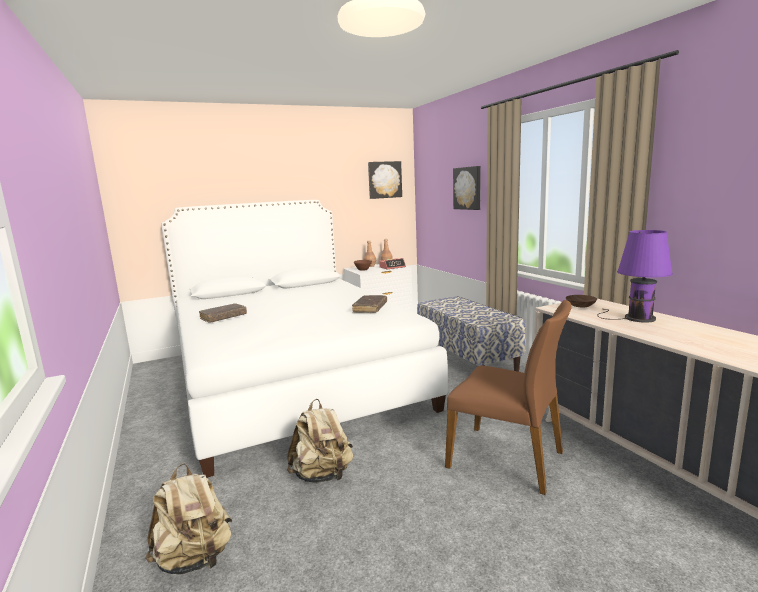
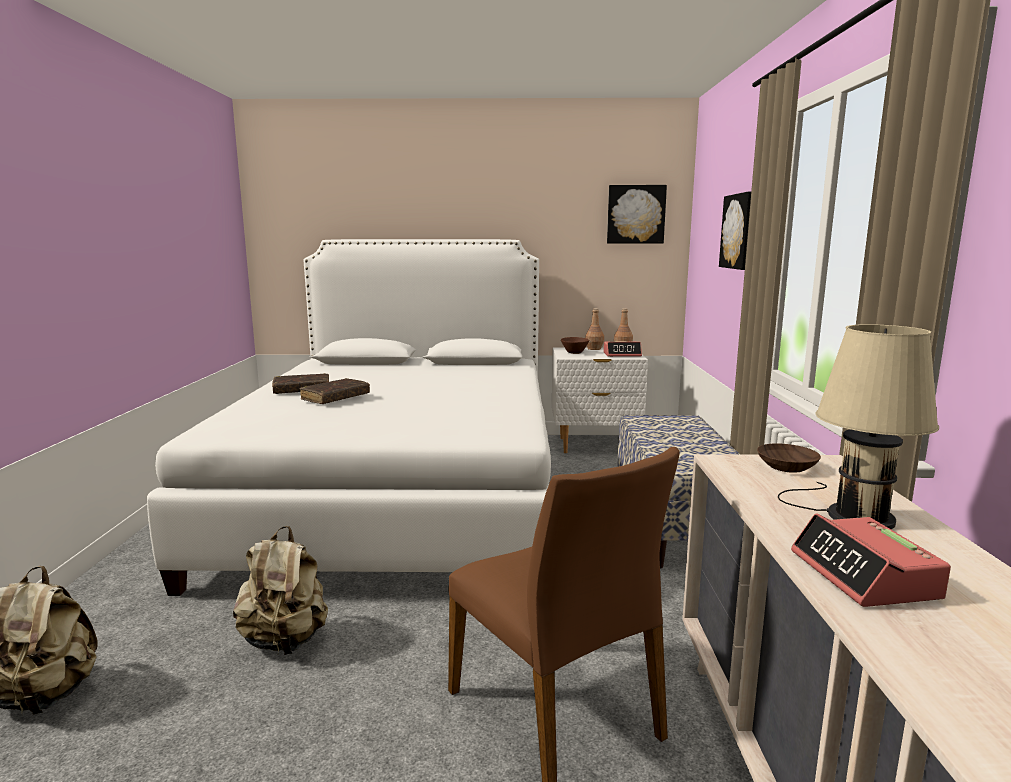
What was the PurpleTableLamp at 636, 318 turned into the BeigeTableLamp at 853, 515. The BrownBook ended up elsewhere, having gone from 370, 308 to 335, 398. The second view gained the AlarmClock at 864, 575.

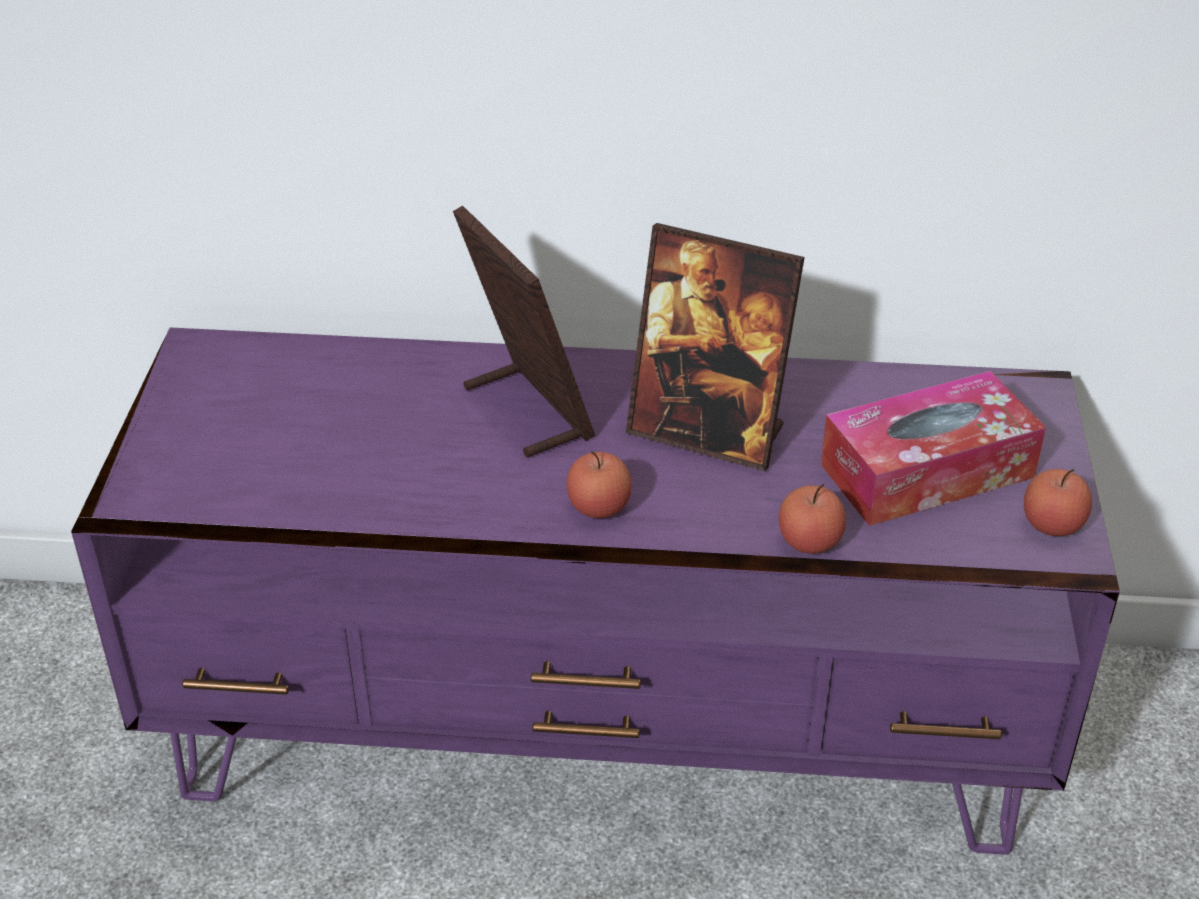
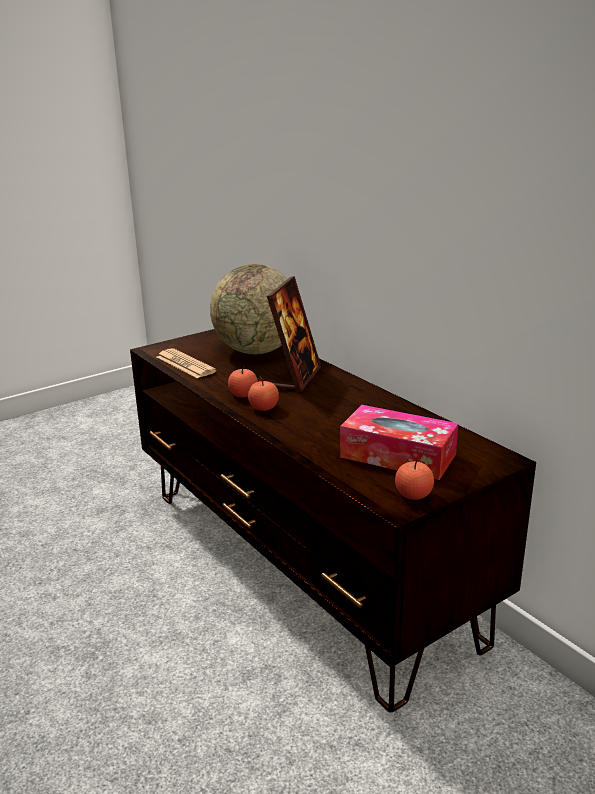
The second view lost the PictureFrame at 707, 432. What was the PurpleTvStand at 602, 733 turned into the BrownTvStand at 302, 563. The Apple ended up elsewhere, having gone from 809, 542 to 243, 395. The second view gained the Globe at 256, 351. The second view gained the Newspaper at 185, 364.

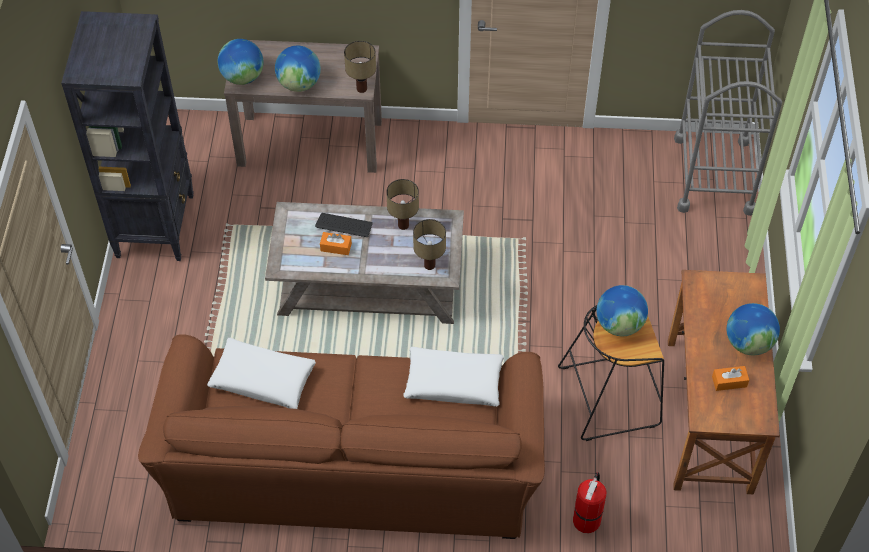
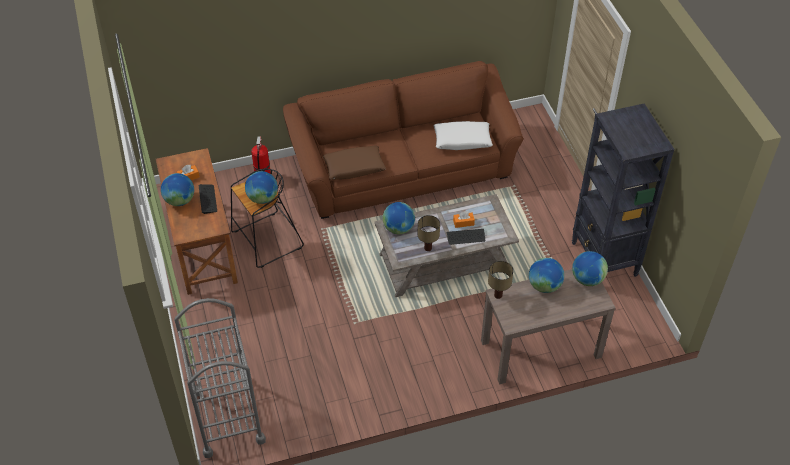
Where the TableLamp stood at 430, 265, the Globe came to stand at 398, 228. What was the WhitePillow at 454, 382 turned into the BrownPillow at 354, 167. The second view gained the Keyboard at 208, 199.

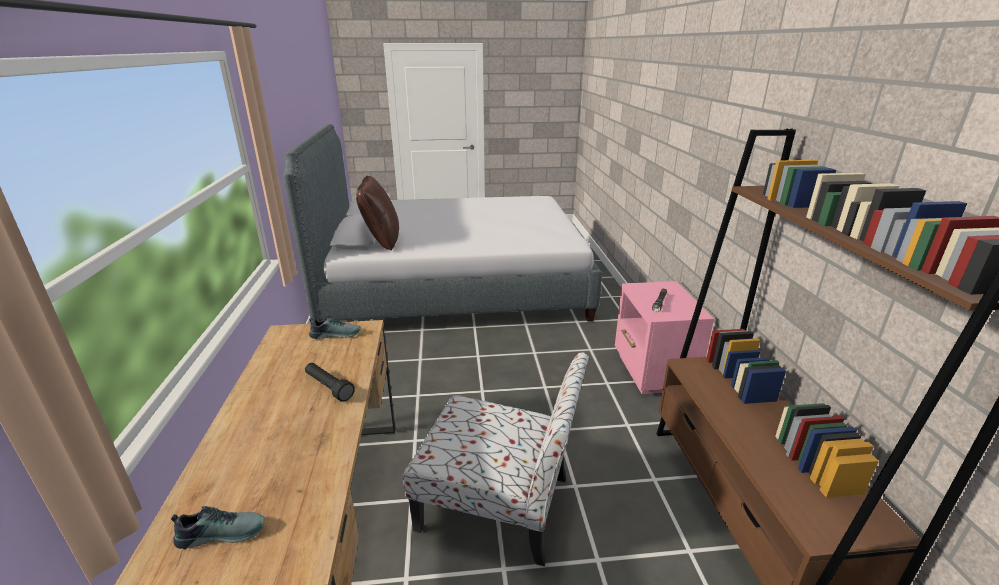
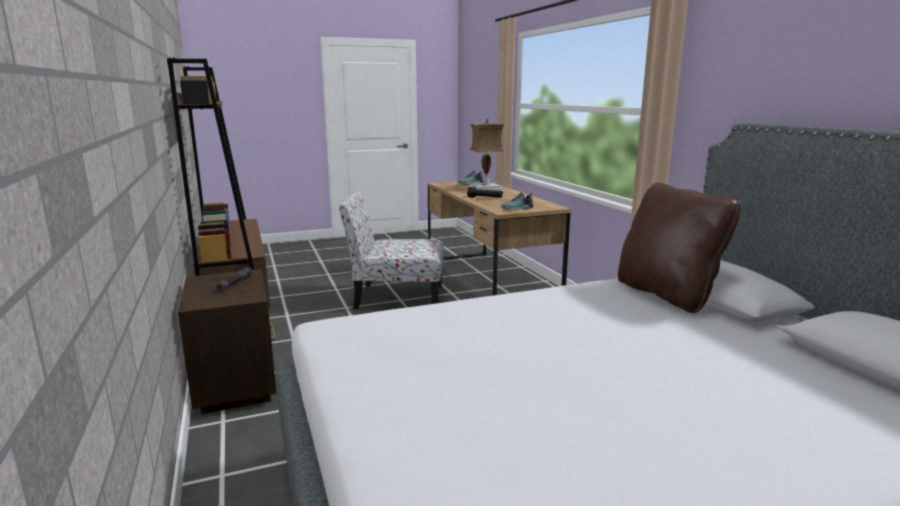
What was the PinkNightstand at 652, 373 turned into the BrownNightstand at 237, 385. The second view gained the TableLamp at 486, 189.

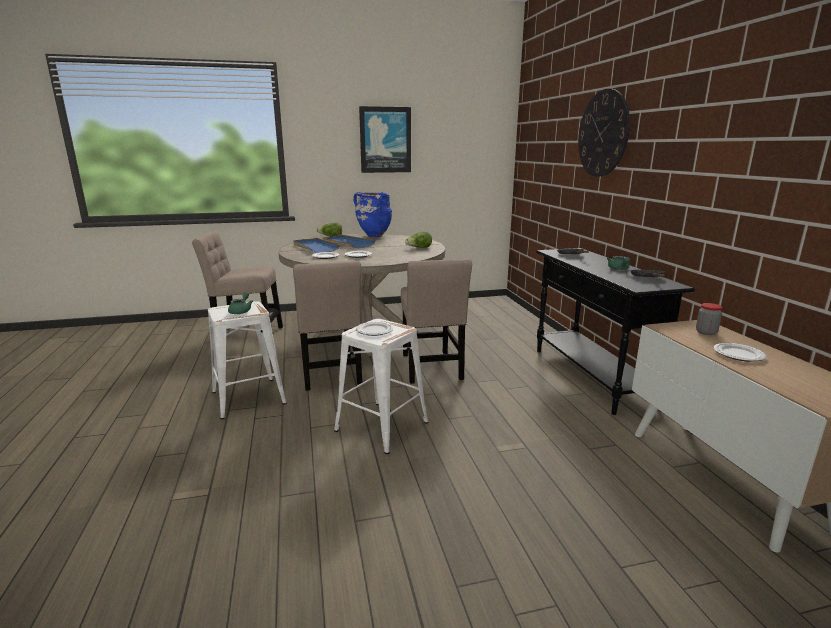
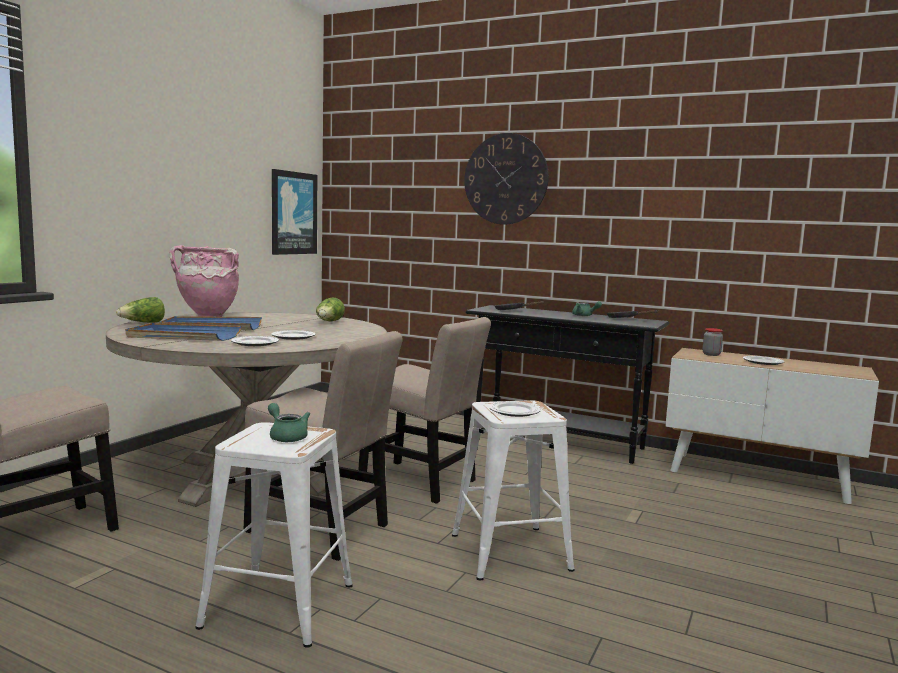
The Picture ended up elsewhere, having gone from 385, 140 to 293, 213. What was the BlueVase at 374, 236 turned into the PinkVase at 207, 316.

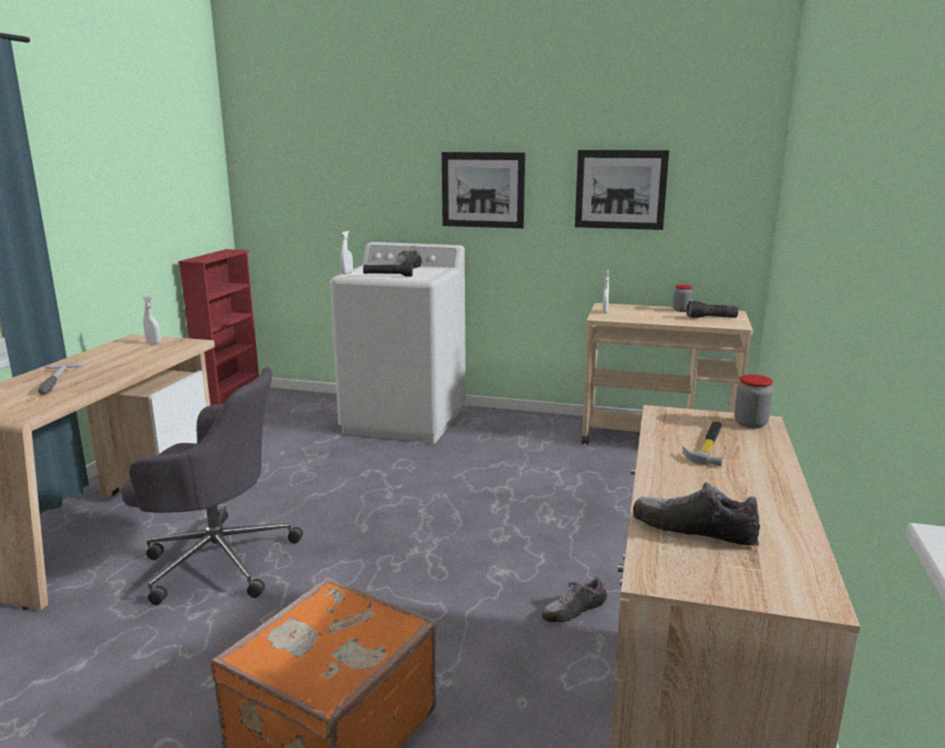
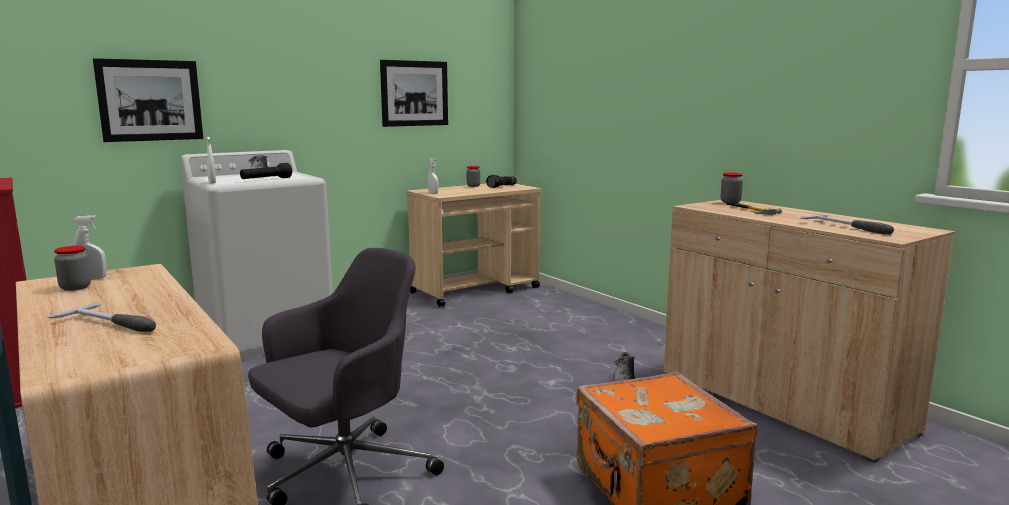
The Picture ended up elsewhere, having gone from 483, 190 to 150, 100. Where the Shoe stood at 693, 530, the Hammer came to stand at 849, 227. The second view gained the Jar at 75, 288.

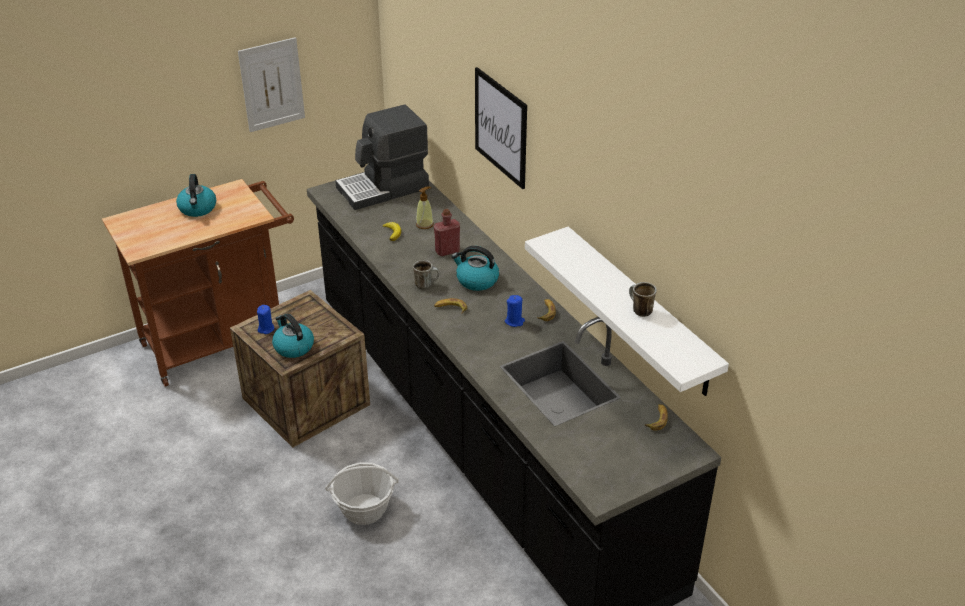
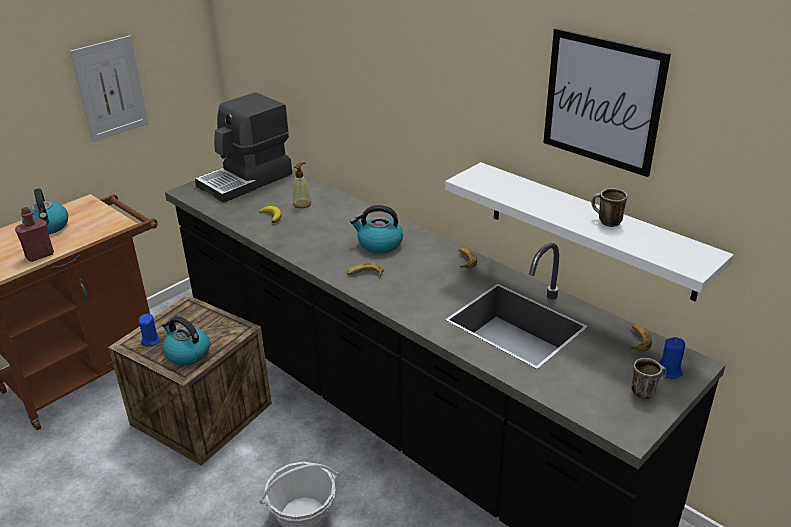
The Picture ended up elsewhere, having gone from 501, 127 to 602, 101. The RedBottle ended up elsewhere, having gone from 447, 251 to 40, 255. The Mug ended up elsewhere, having gone from 426, 284 to 645, 390. The BlueCandle ended up elsewhere, having gone from 514, 321 to 669, 371.

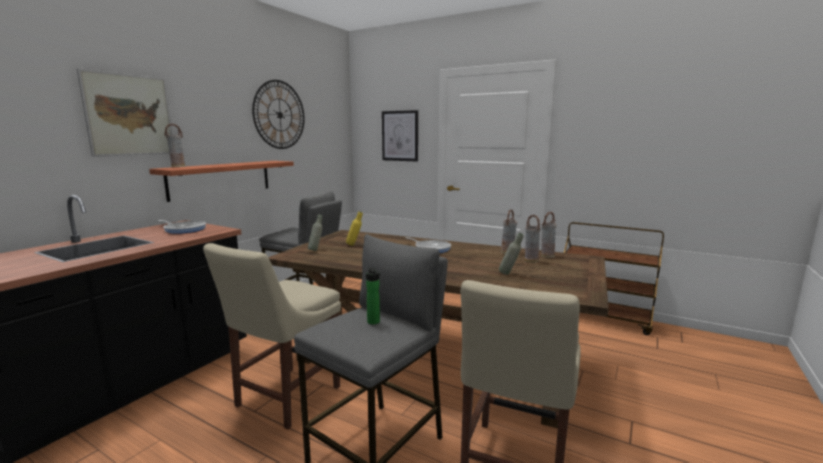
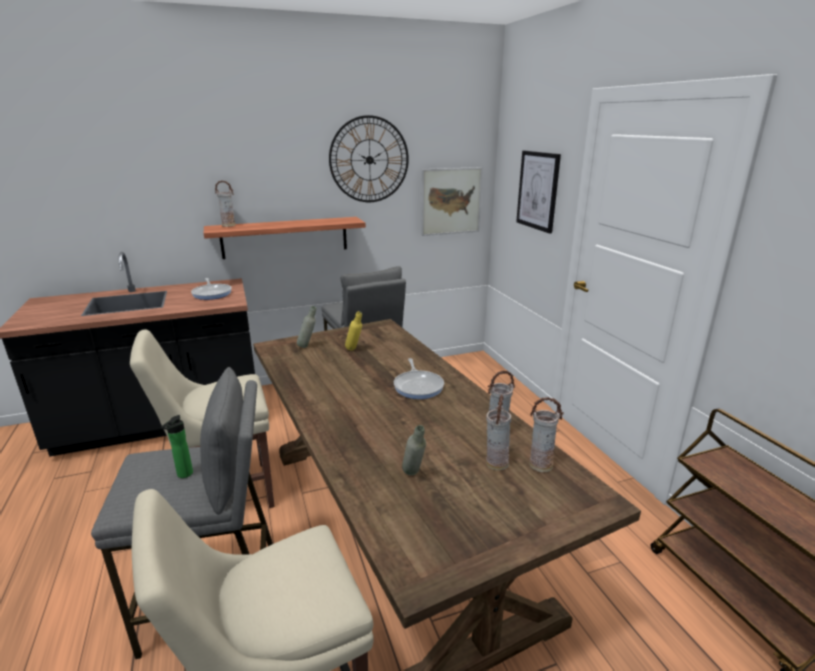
The Picture ended up elsewhere, having gone from 130, 115 to 451, 201.

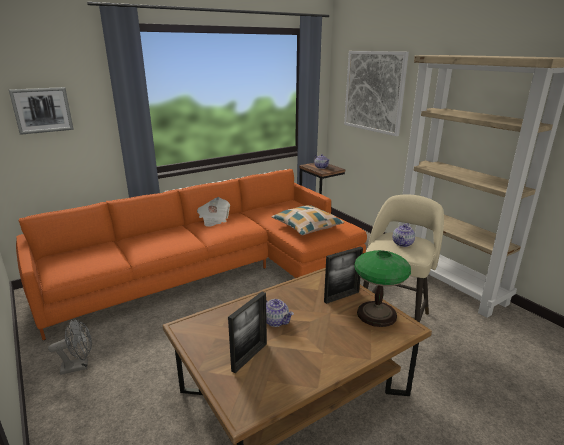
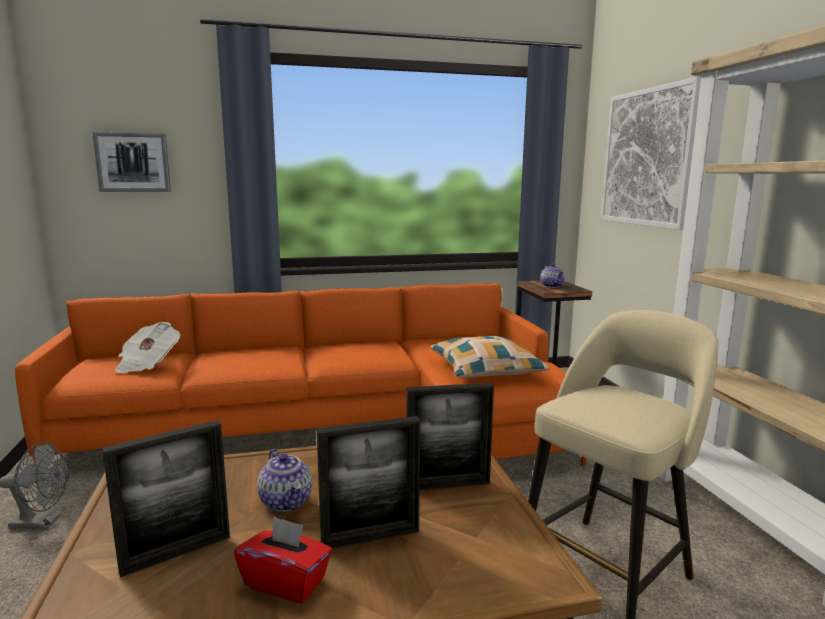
The Newspaper ended up elsewhere, having gone from 213, 219 to 147, 363. The second view lost the Teapot at 403, 244. The second view lost the TableLamp at 376, 314. The second view gained the PictureFrame at 370, 538. The second view gained the RedTissueBox at 286, 582.

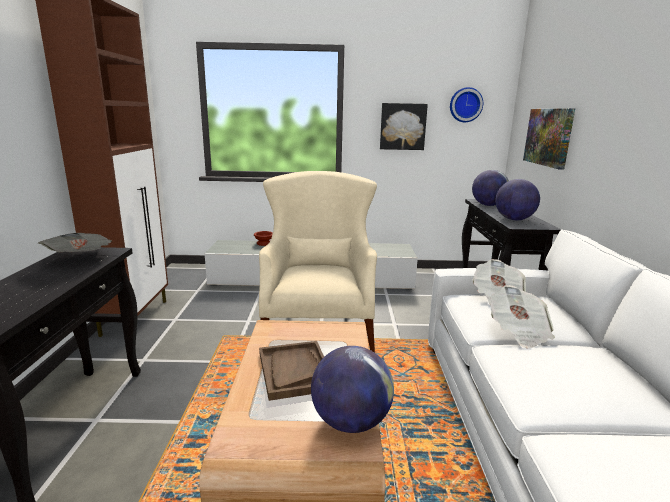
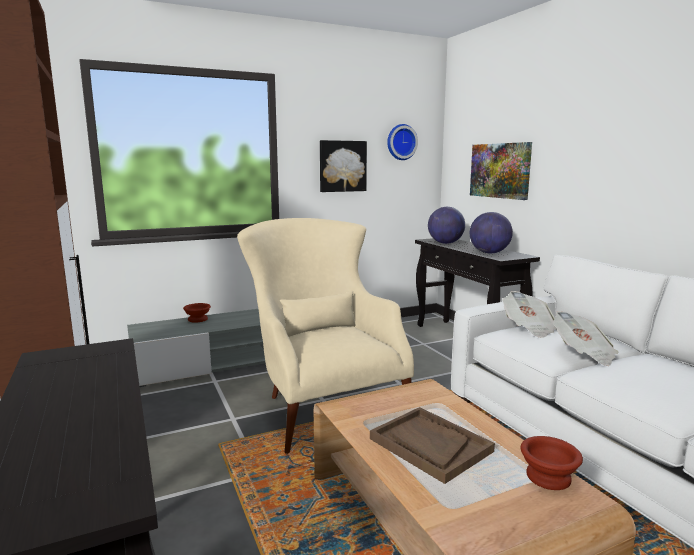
The second view lost the Newspaper at 81, 260. Where the Globe stood at 350, 422, the BrownBowl came to stand at 546, 477.

